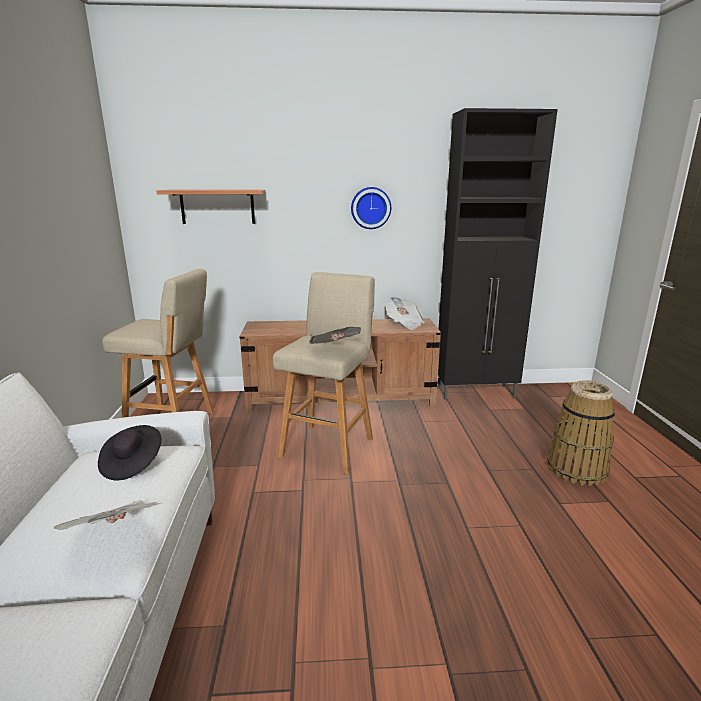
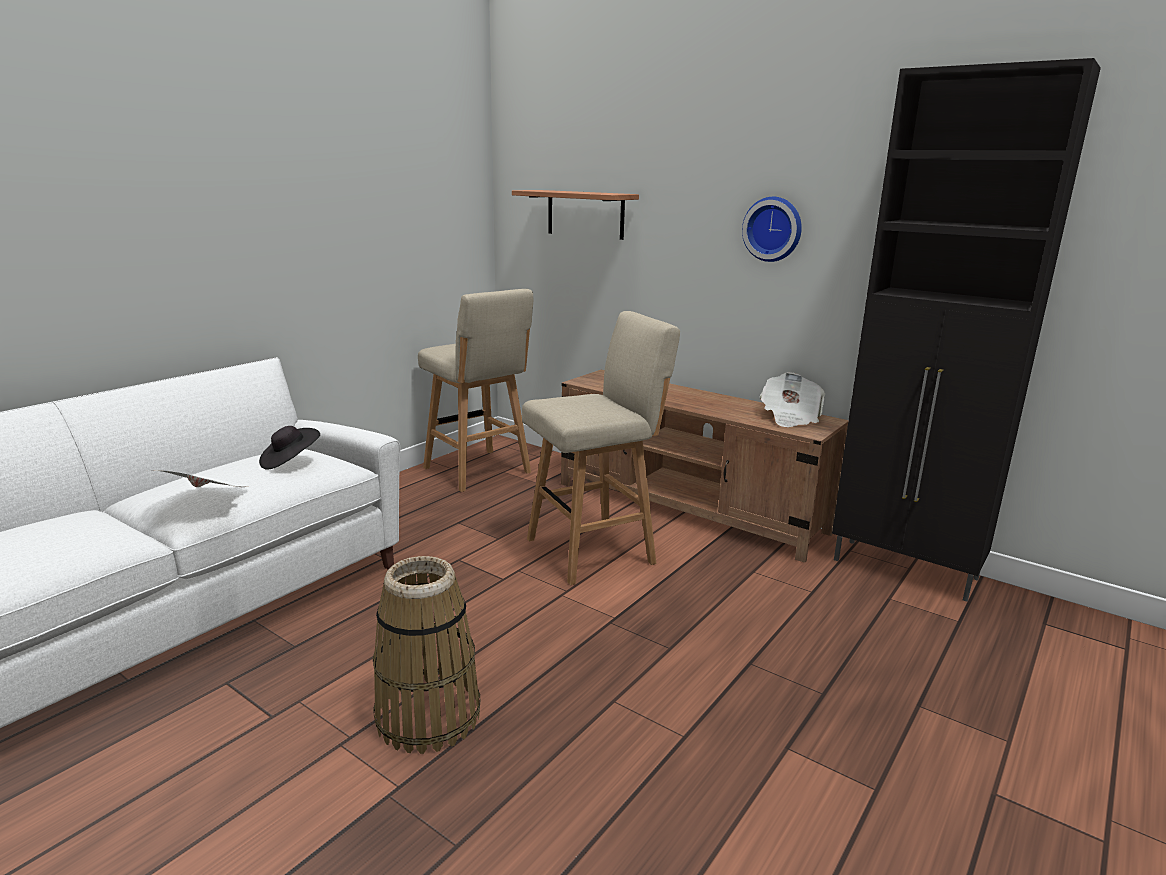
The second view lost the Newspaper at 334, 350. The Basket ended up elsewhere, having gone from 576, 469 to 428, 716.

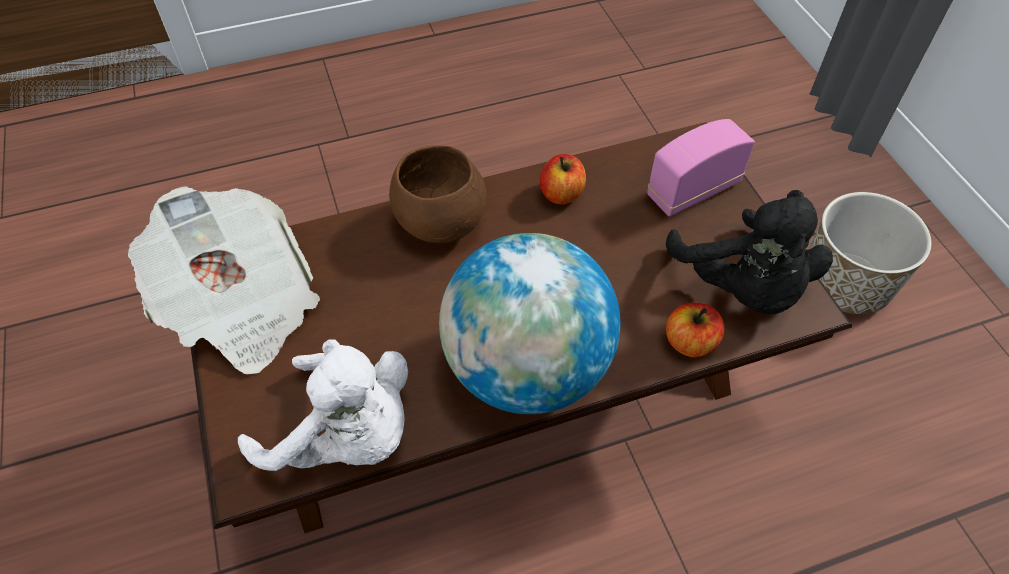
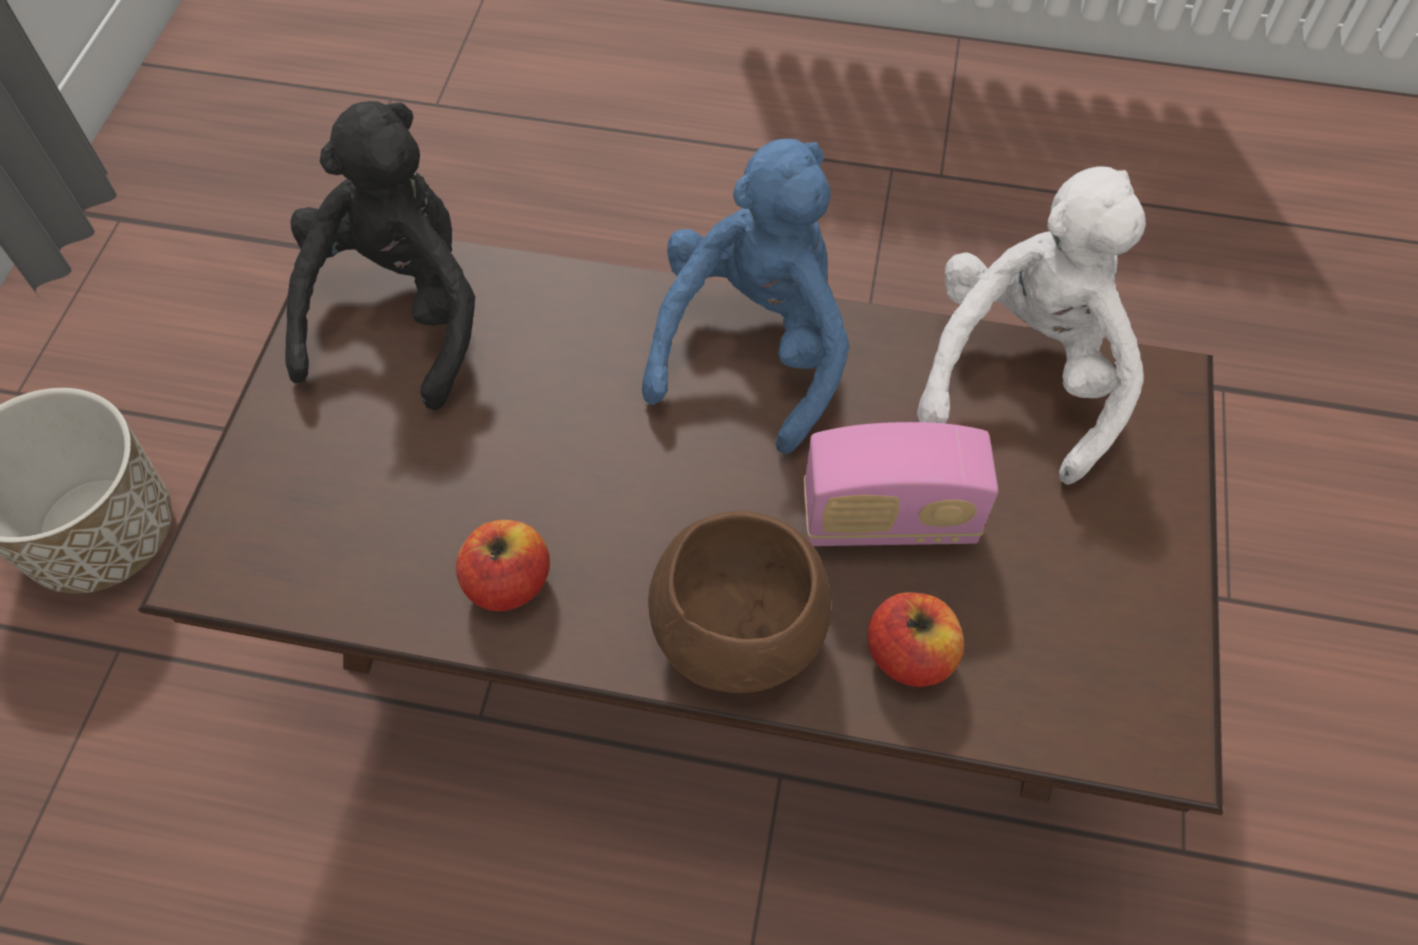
The Radio ended up elsewhere, having gone from 693, 190 to 888, 520. The second view lost the Newspaper at 240, 305. Where the Globe stood at 527, 368, the BluePlushToy came to stand at 753, 348. The Apple ended up elsewhere, having gone from 690, 342 to 909, 655. The WhitePlushToy at 346, 436 ended up facing another way, 60 degrees clockwise from before.

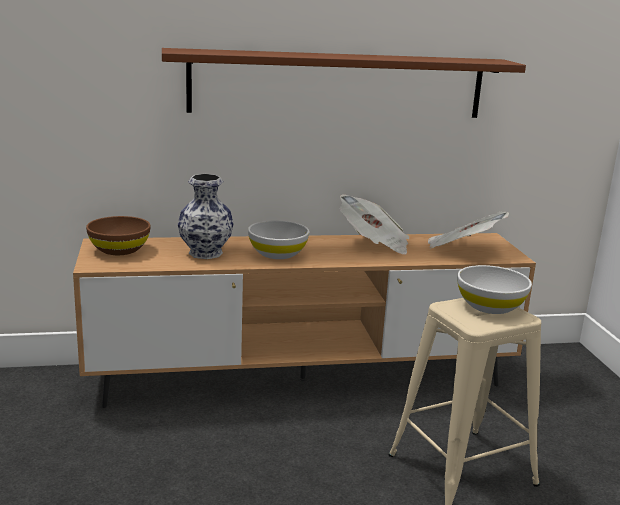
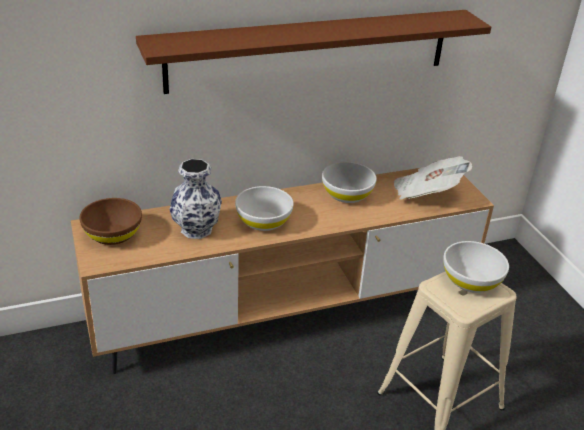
Where the Newspaper stood at 374, 244, the WhiteBowl came to stand at 347, 195.

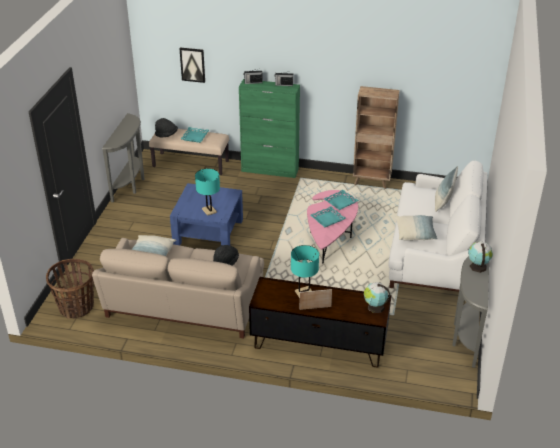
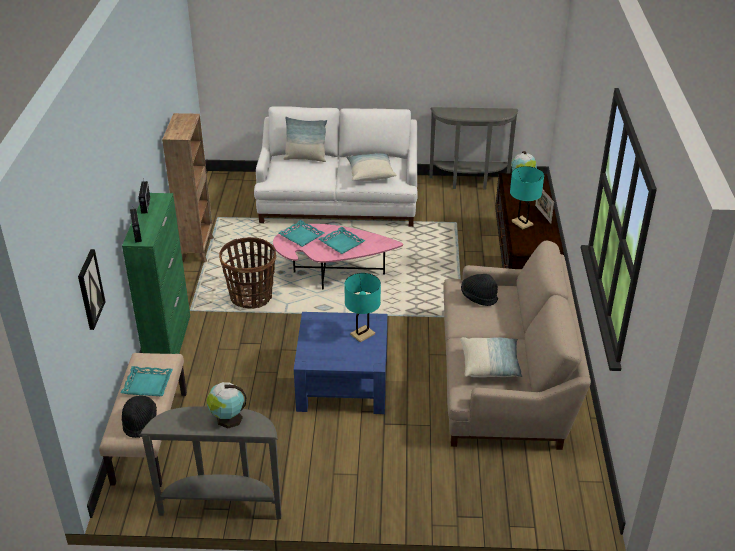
The Globe ended up elsewhere, having gone from 477, 266 to 227, 419. The Basket ended up elsewhere, having gone from 76, 307 to 251, 297.

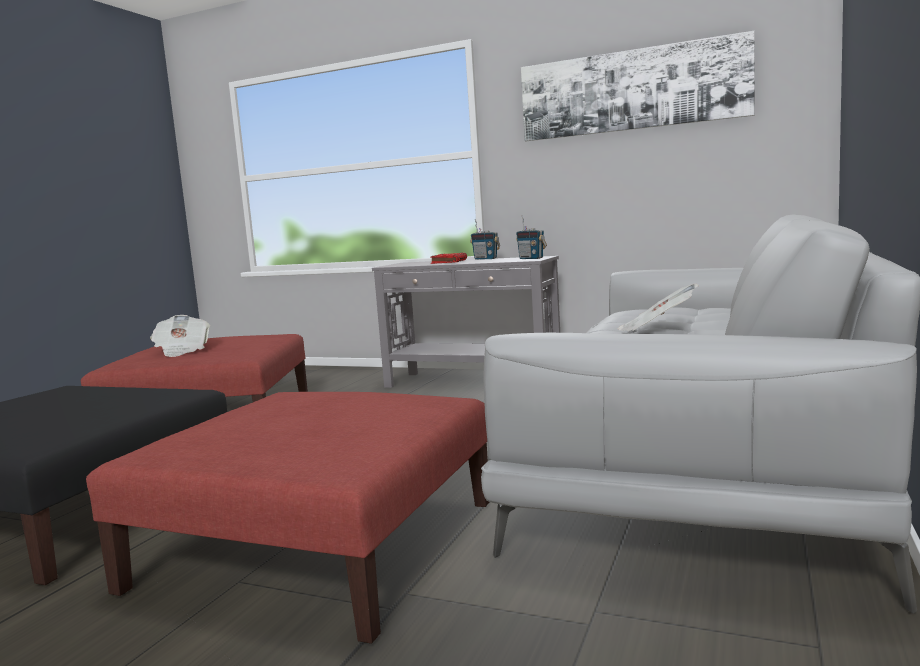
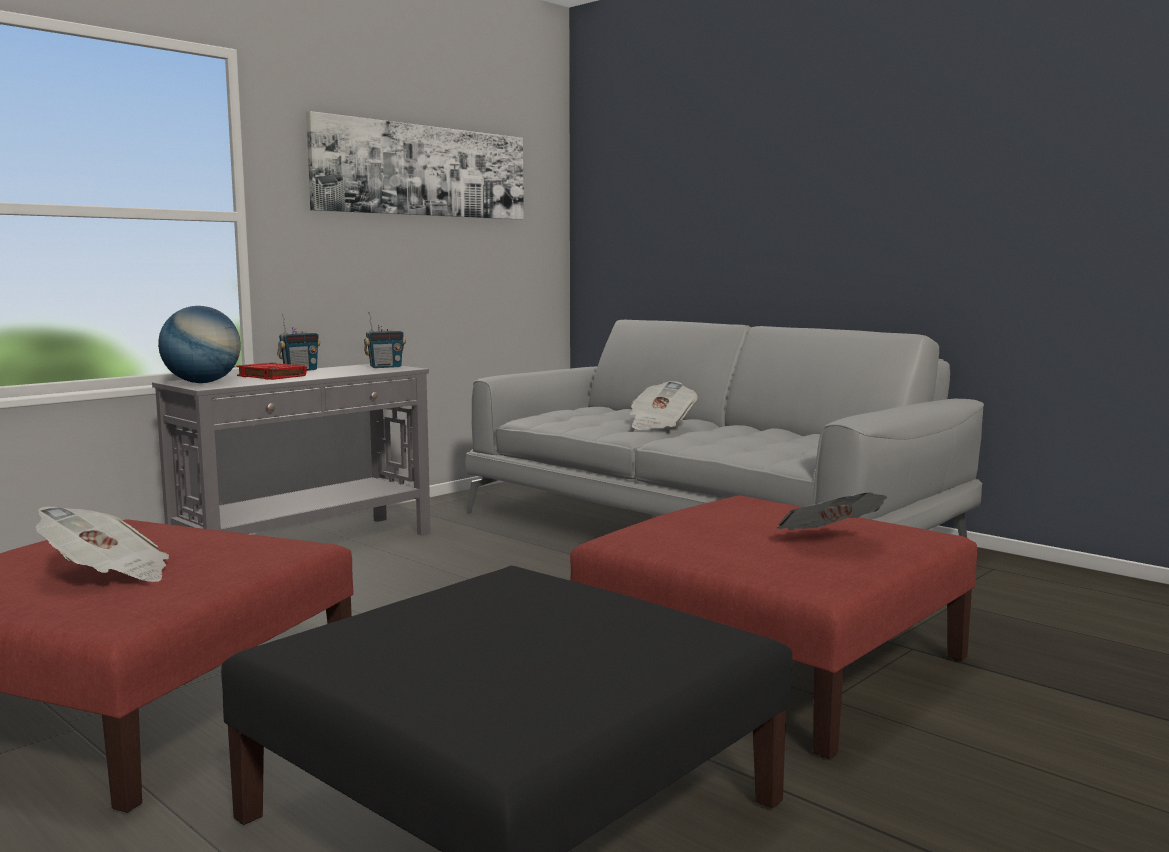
The second view gained the Globe at 202, 382. The second view gained the Newspaper at 828, 541.

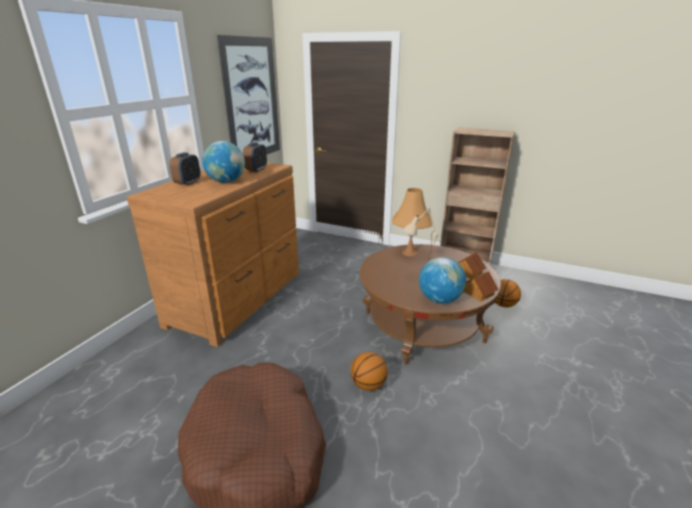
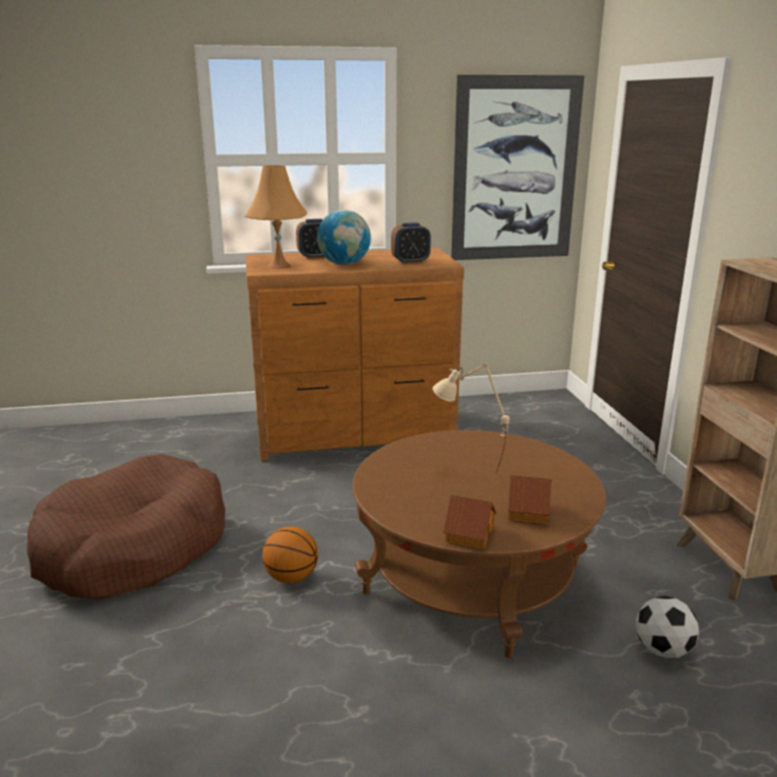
The OrangeTableLamp ended up elsewhere, having gone from 409, 253 to 279, 266. The second view lost the Globe at 439, 299. Where the Basketball stood at 503, 305, the Football came to stand at 662, 650.

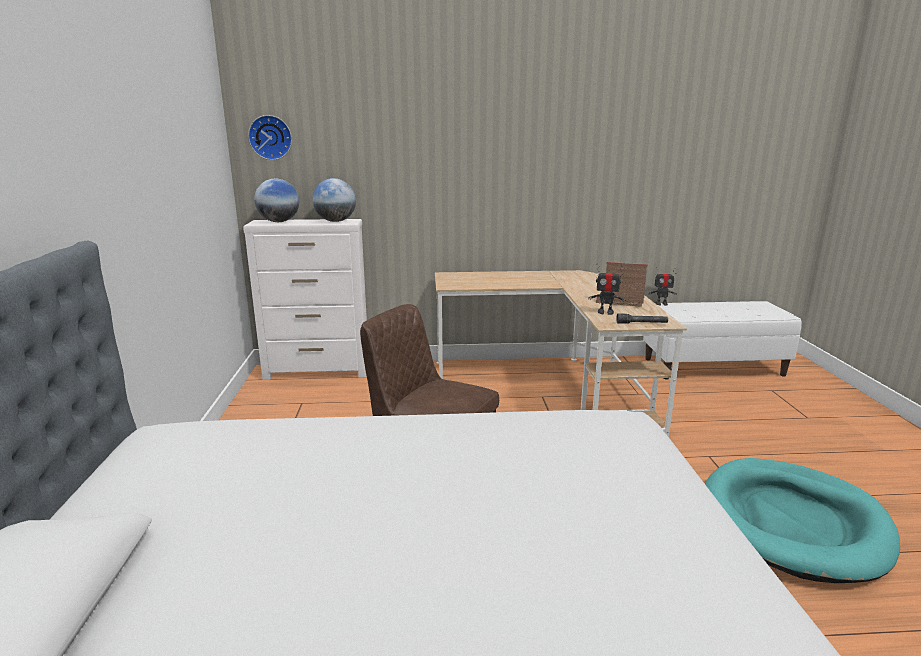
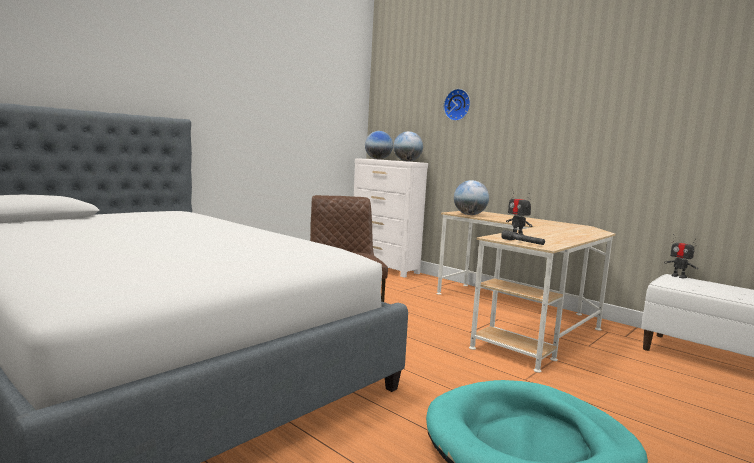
The WallClock ended up elsewhere, having gone from 271, 137 to 458, 105. The second view lost the ToyHouse at 620, 301. The second view gained the Globe at 469, 215.

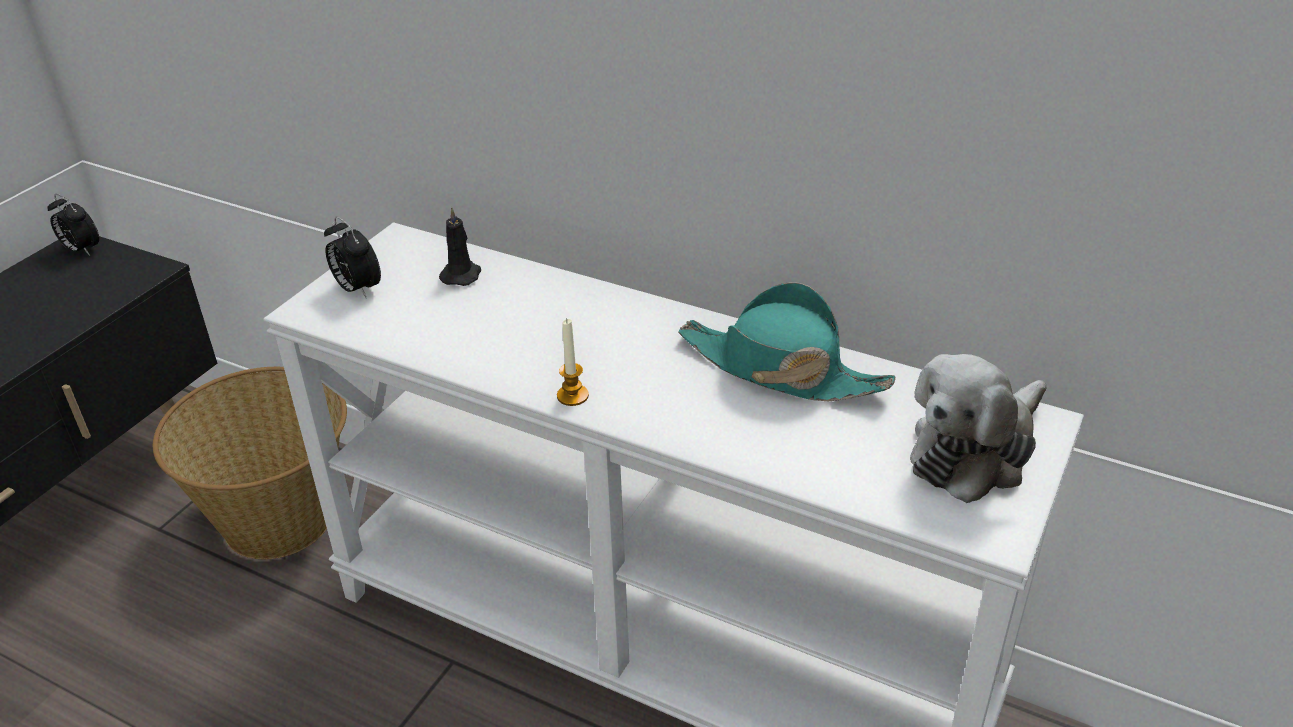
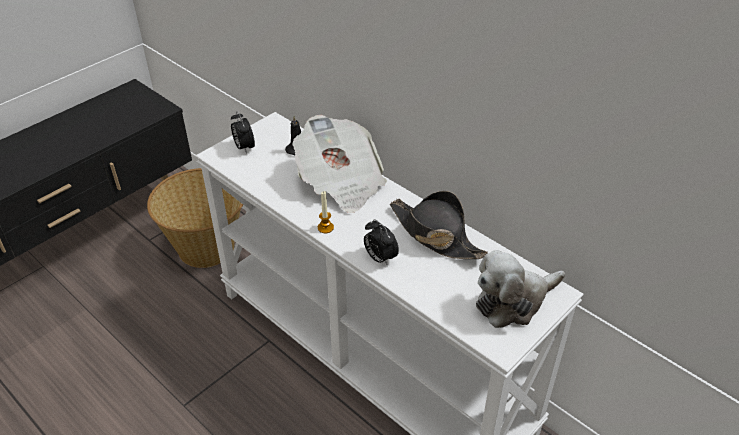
The AlarmClock ended up elsewhere, having gone from 81, 250 to 379, 258. What was the TurquoiseHat at 780, 369 turned into the BlackHat at 435, 234. The second view gained the Newspaper at 340, 182.

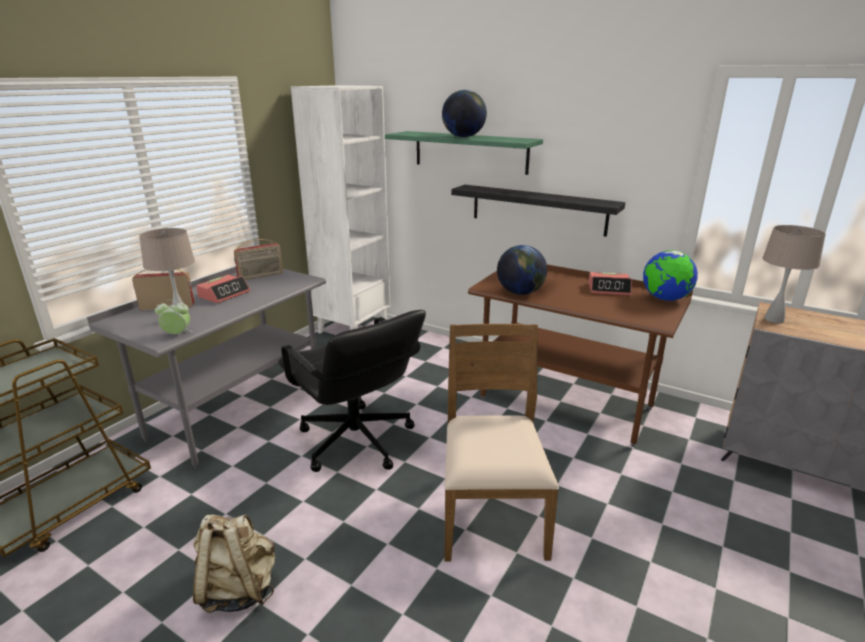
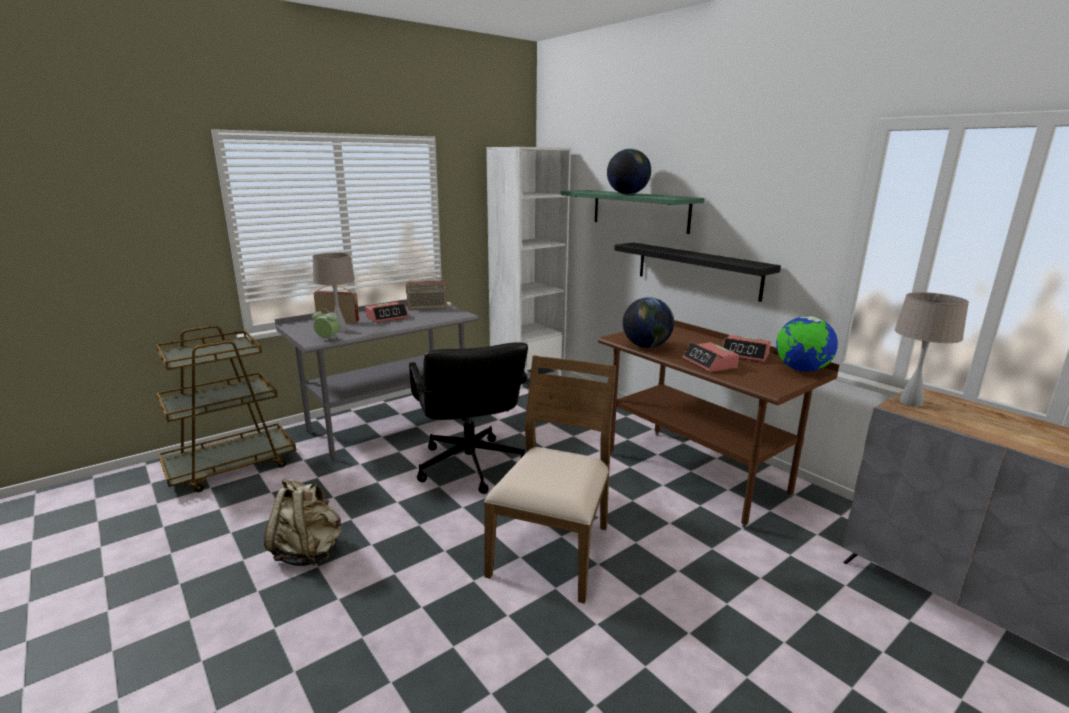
The second view gained the AlarmClock at 709, 363.

